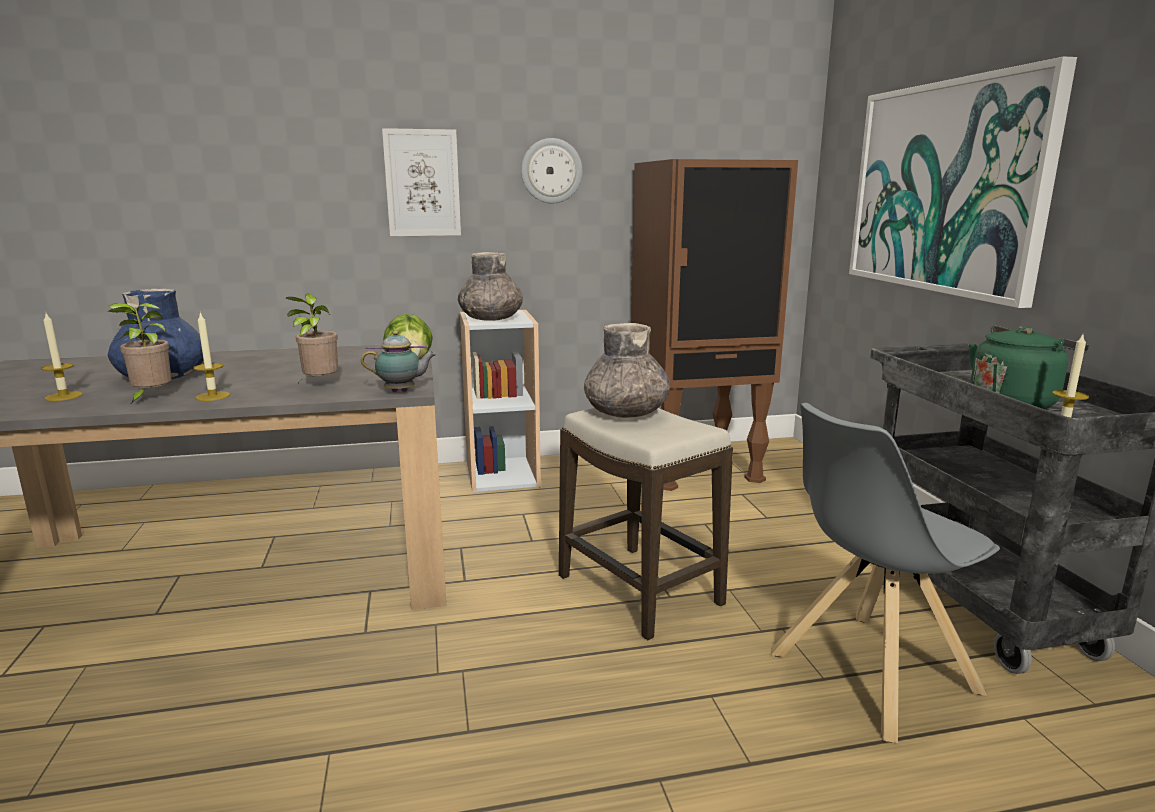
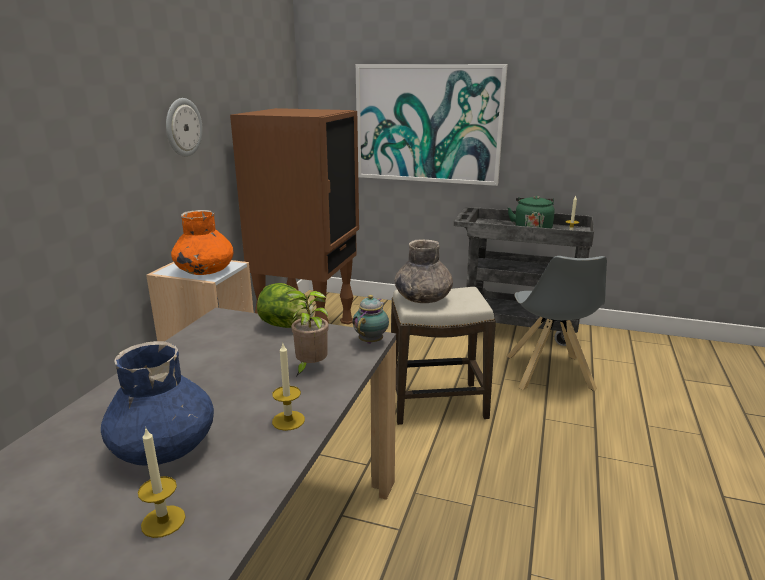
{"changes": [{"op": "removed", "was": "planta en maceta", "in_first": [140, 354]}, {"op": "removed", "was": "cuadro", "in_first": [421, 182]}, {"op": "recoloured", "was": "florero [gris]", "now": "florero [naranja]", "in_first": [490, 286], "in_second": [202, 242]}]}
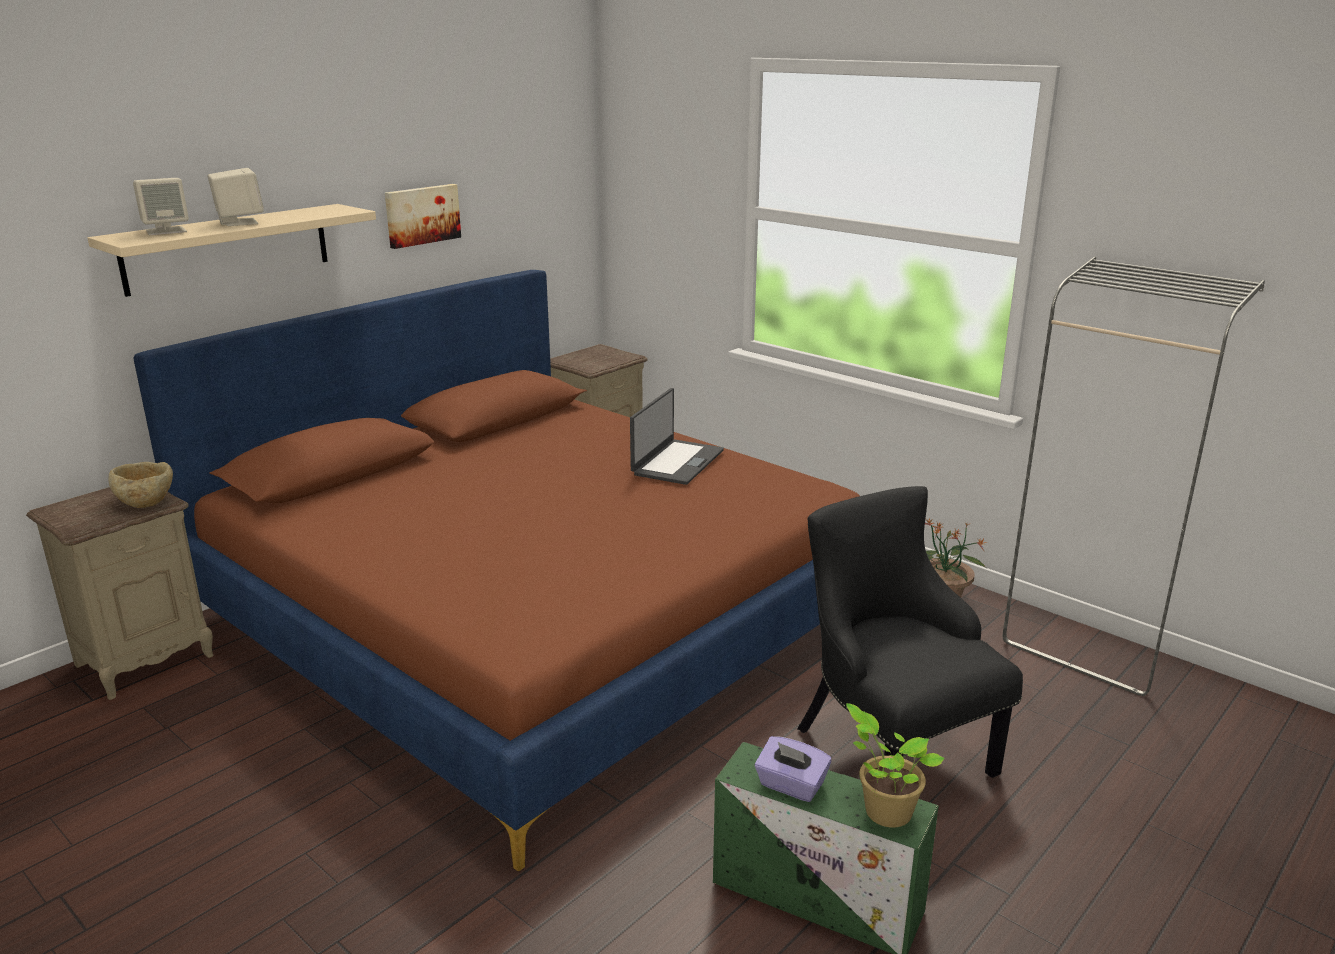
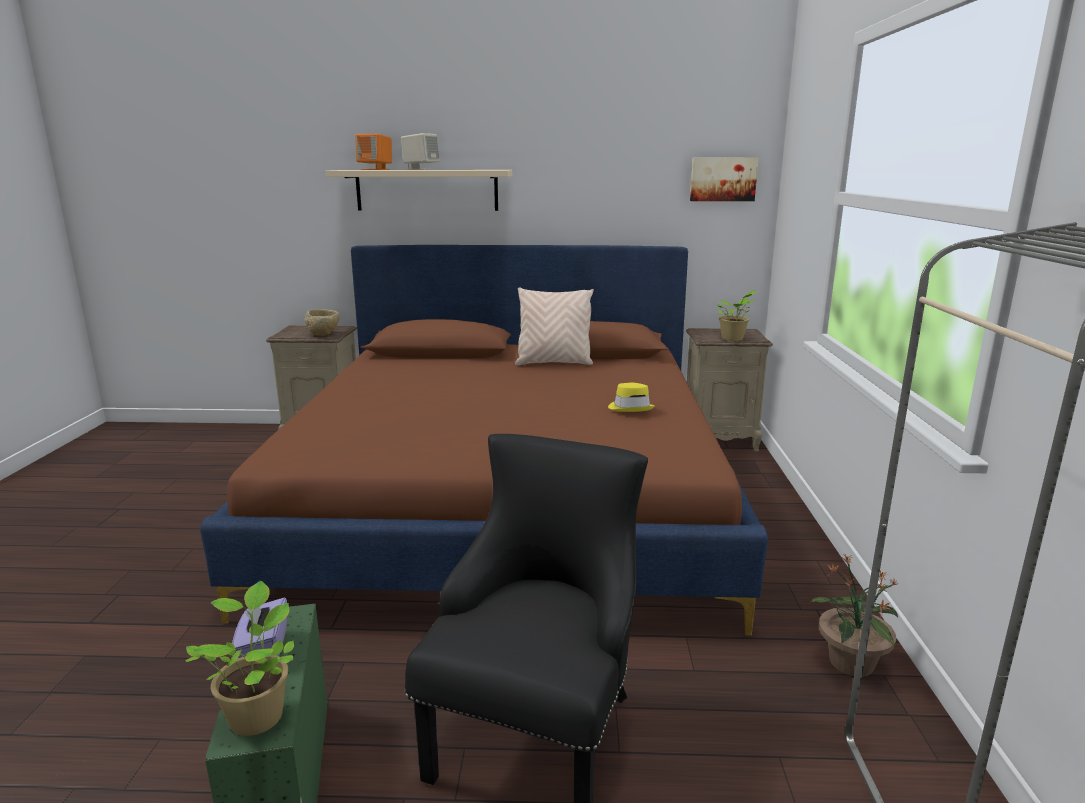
{"changes": [{"op": "recoloured", "was": "altavoz [beis]", "now": "altavoz [naranja]", "in_first": [161, 206], "in_second": [373, 152]}, {"op": "moved", "was": "cuadro", "in_first": [423, 216], "in_second": [724, 179]}, {"op": "replaced", "was": "portátil", "now": "sombrero [amarillo]", "in_first": [677, 436], "in_second": [631, 397]}, {"op": "added", "now": "cojín [beis]", "in_second": [554, 326]}, {"op": "added", "now": "planta en maceta", "in_second": [735, 315]}]}
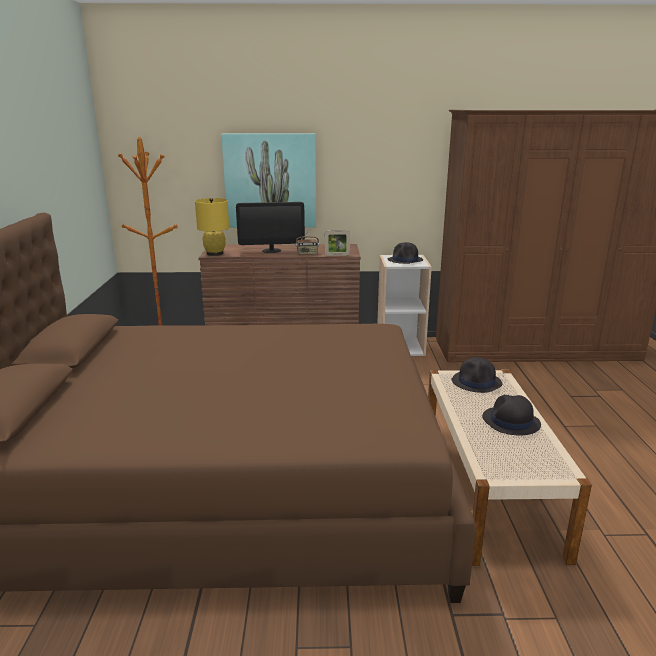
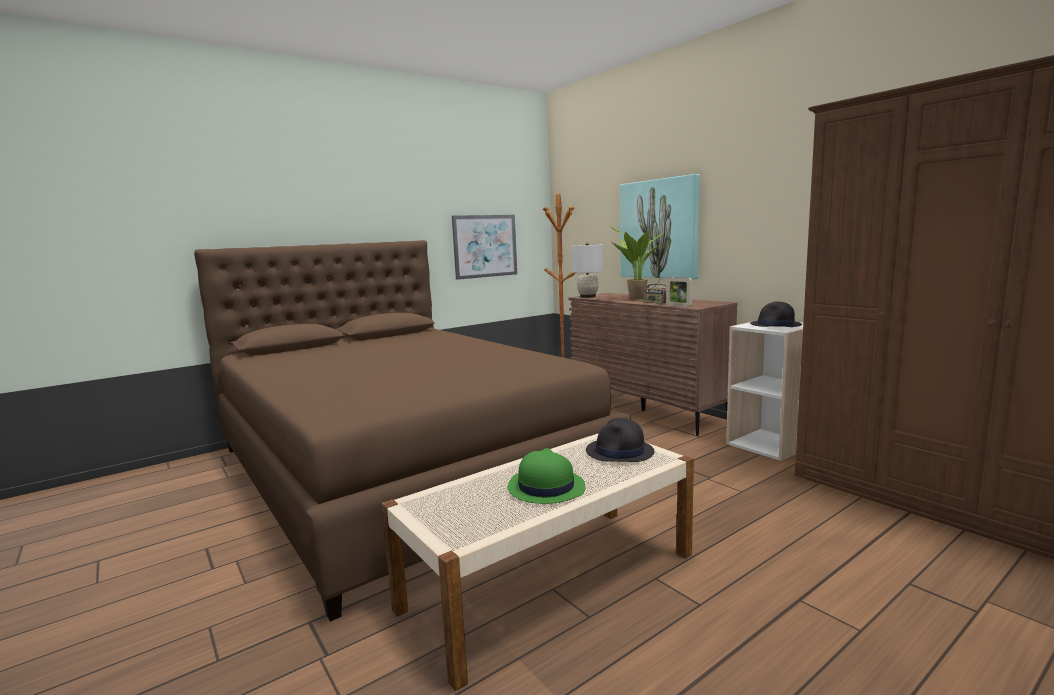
{"changes": [{"op": "recoloured", "was": "lámpara de mesa [amarillo]", "now": "lámpara de mesa [blanco]", "in_first": [212, 227], "in_second": [587, 270]}, {"op": "replaced", "was": "monitor", "now": "planta en maceta", "in_first": [270, 227], "in_second": [639, 262]}, {"op": "recoloured", "was": "sombrero [negro]", "now": "sombrero [verde]", "in_first": [511, 415], "in_second": [546, 476]}, {"op": "added", "now": "cuadro", "in_second": [484, 247]}]}
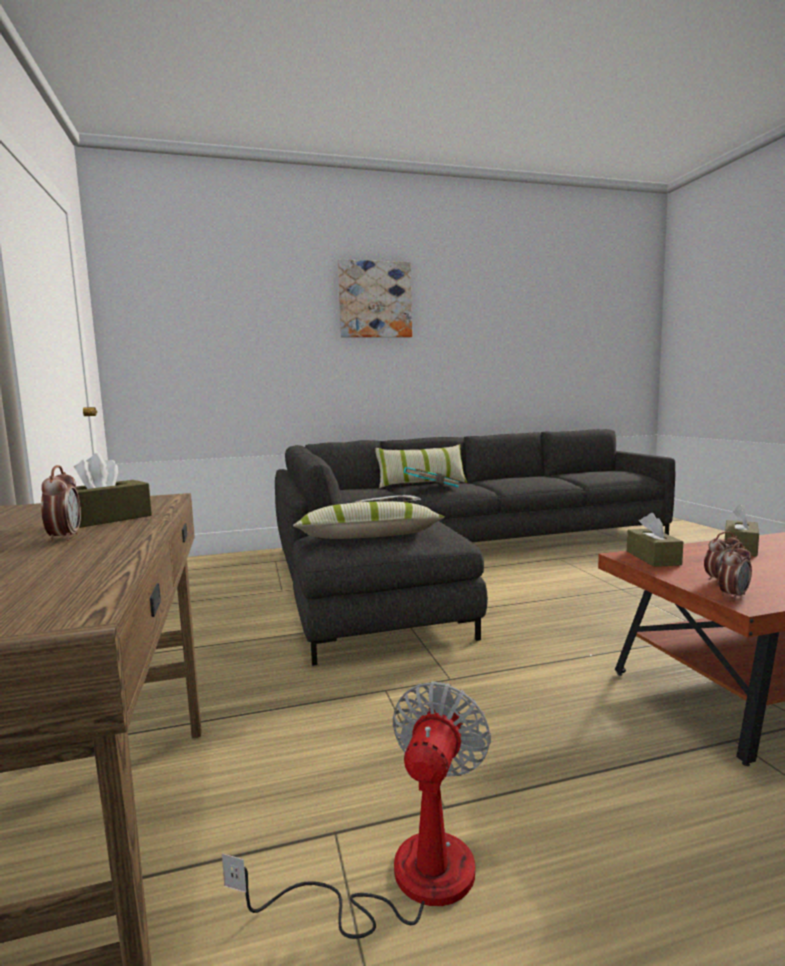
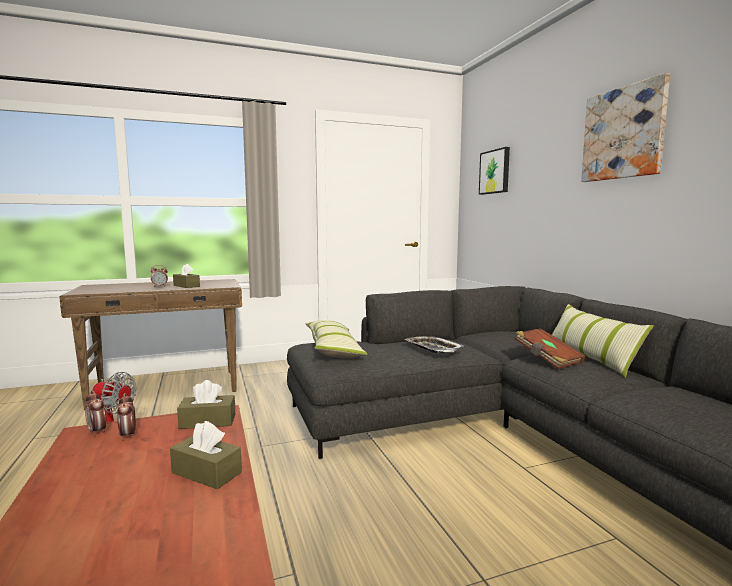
{"changes": [{"op": "recoloured", "was": "libro [turquesa]", "now": "libro [marrón]", "in_first": [432, 477], "in_second": [550, 348]}, {"op": "added", "now": "cuadro", "in_second": [494, 171]}]}
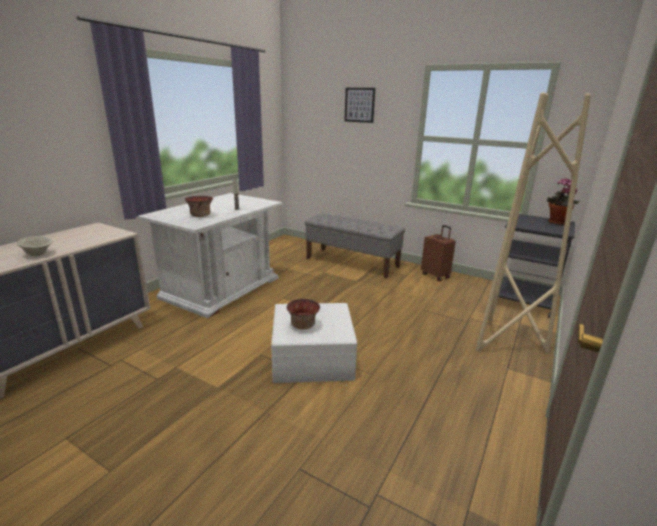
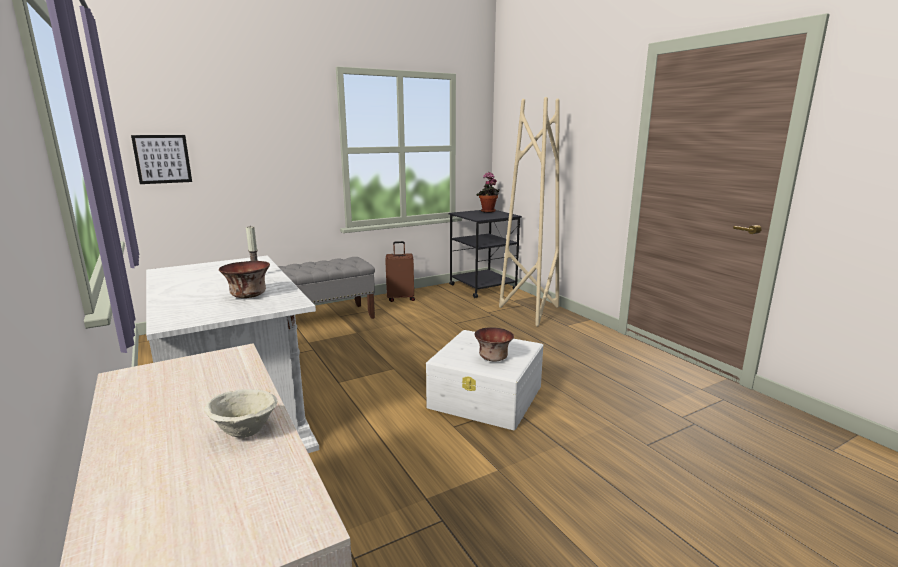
{"changes": [{"op": "moved", "was": "cuadro", "in_first": [359, 105], "in_second": [161, 159]}]}
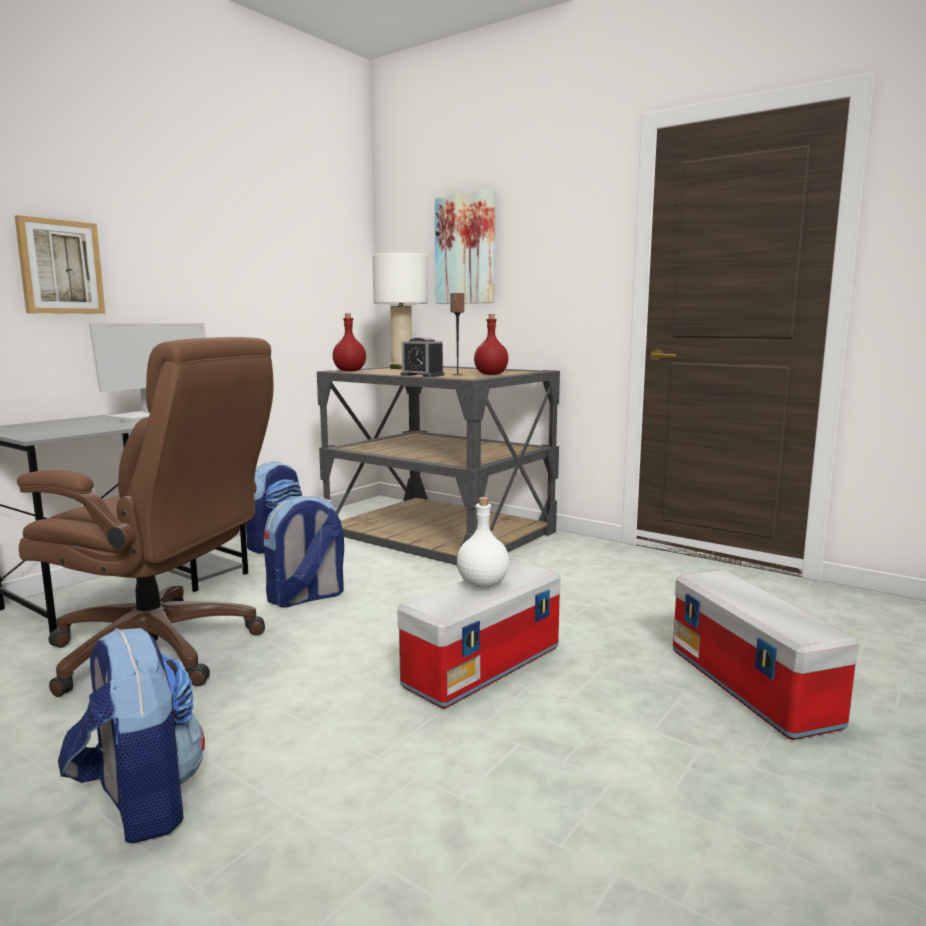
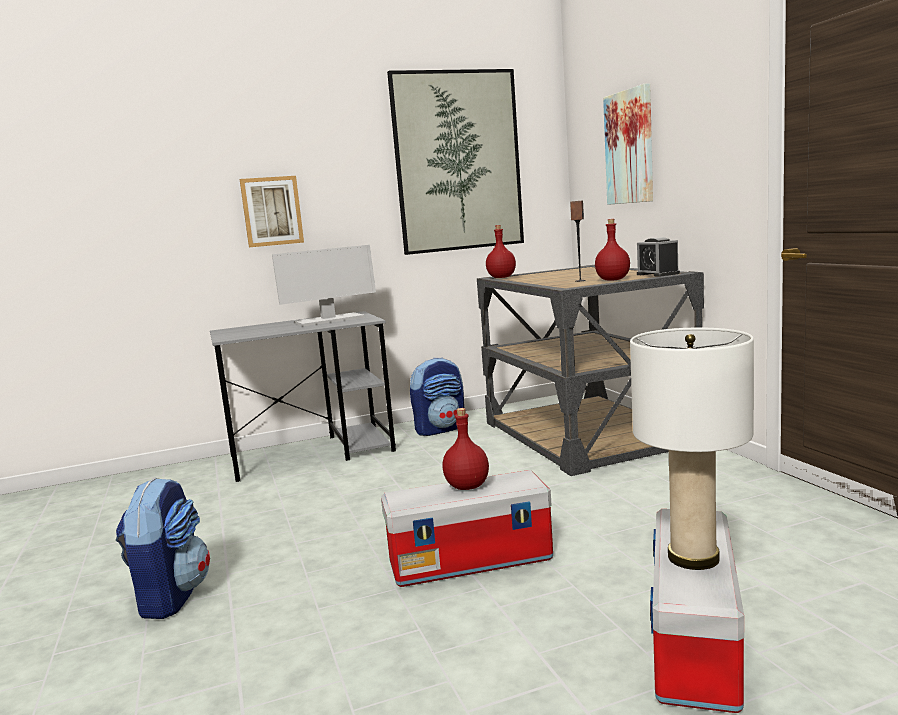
{"changes": [{"op": "removed", "was": "silla de oficina [marrón]", "in_first": [145, 517]}, {"op": "removed", "was": "mochila", "in_first": [304, 552]}, {"op": "moved", "was": "lámpara de mesa [blanco]", "in_first": [400, 311], "in_second": [692, 449]}, {"op": "moved", "was": "despertador", "in_first": [422, 357], "in_second": [658, 257]}, {"op": "recoloured", "was": "botella [blanco]", "now": "botella [rojo]", "in_first": [483, 542], "in_second": [466, 449]}, {"op": "added", "now": "cuadro", "in_second": [455, 162]}]}
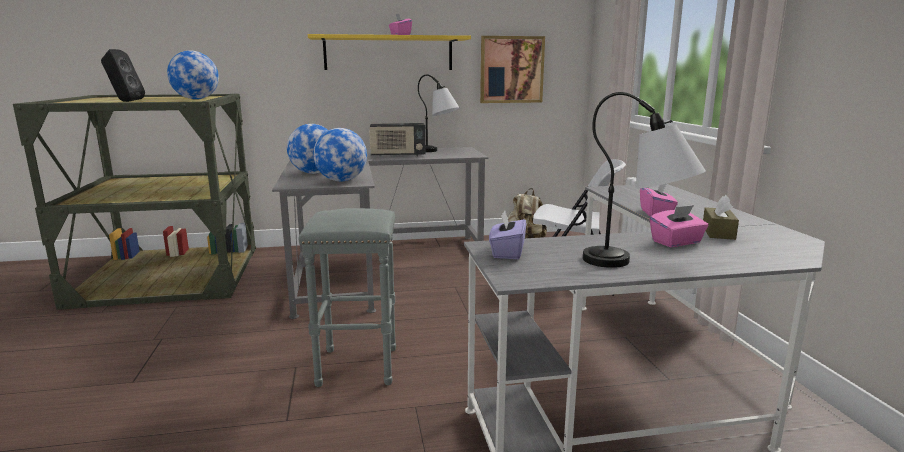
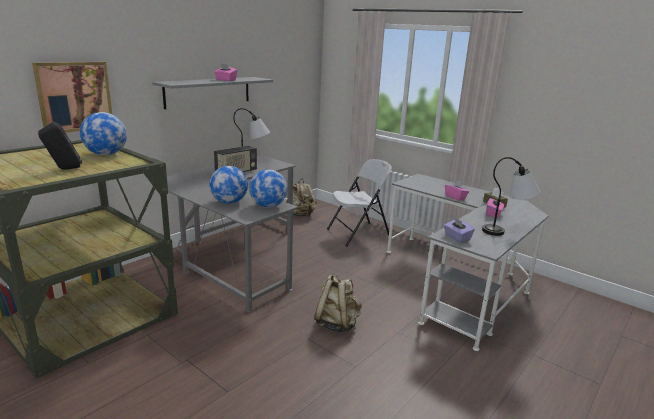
{"changes": [{"op": "replaced", "was": "taburete [gris]", "now": "mochila [beis]", "in_first": [347, 297], "in_second": [338, 303]}, {"op": "recoloured", "was": "estante [amarillo]", "now": "estante [gris]", "in_first": [389, 52], "in_second": [212, 93]}, {"op": "moved", "was": "cuadro", "in_first": [512, 69], "in_second": [72, 97]}]}
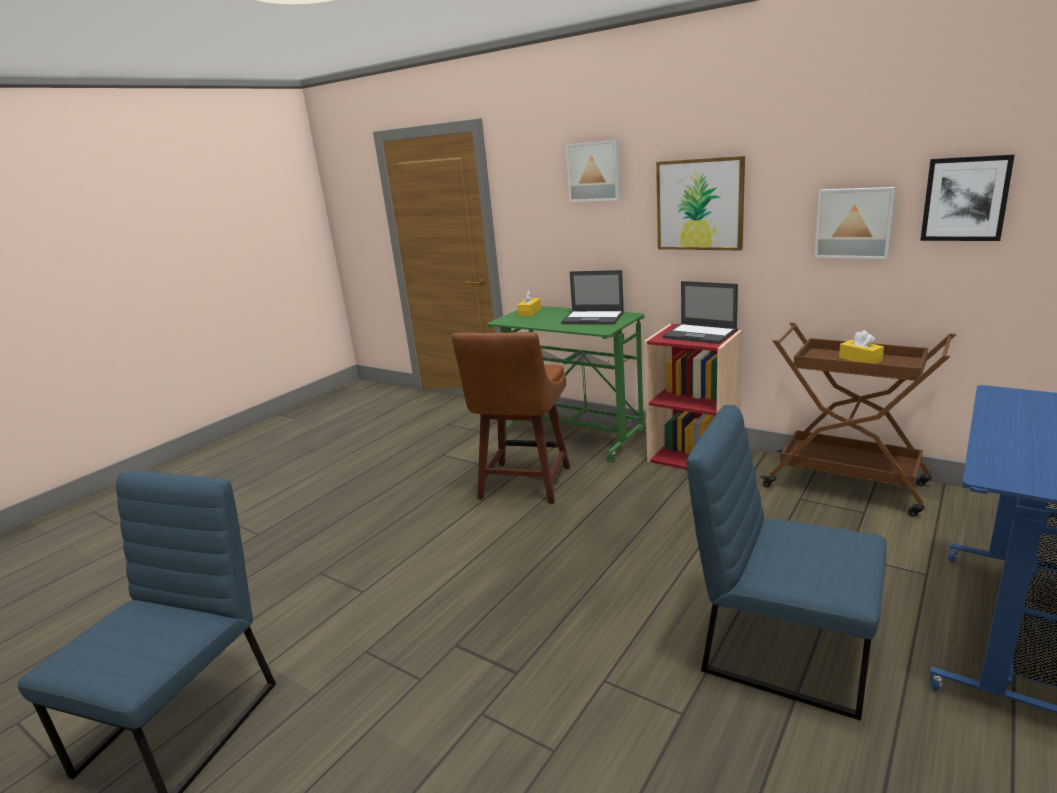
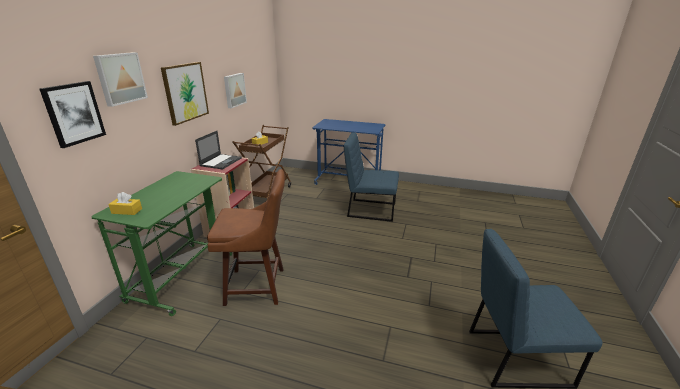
{"changes": [{"op": "removed", "was": "portátil", "in_first": [592, 297]}, {"op": "turned", "was": "silla [azul]", "in_first": [786, 563], "in_second": [371, 177], "clockwise": 90}, {"op": "moved", "was": "cuadro", "in_first": [967, 197], "in_second": [72, 114]}]}
